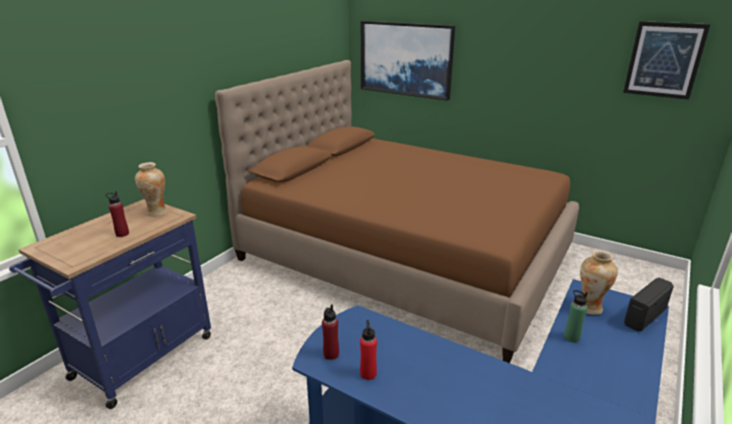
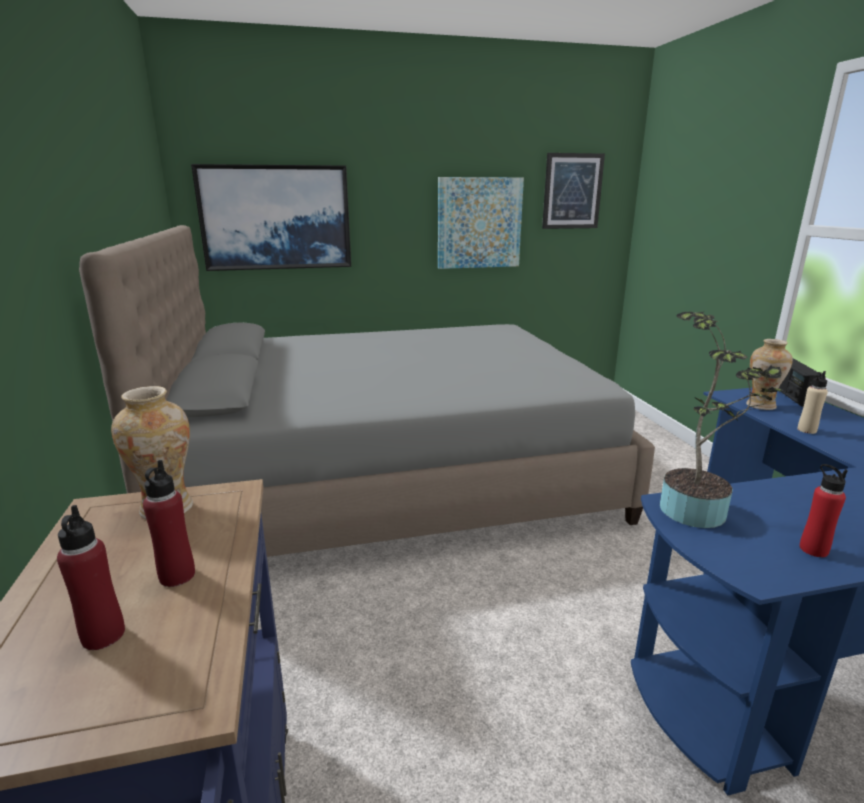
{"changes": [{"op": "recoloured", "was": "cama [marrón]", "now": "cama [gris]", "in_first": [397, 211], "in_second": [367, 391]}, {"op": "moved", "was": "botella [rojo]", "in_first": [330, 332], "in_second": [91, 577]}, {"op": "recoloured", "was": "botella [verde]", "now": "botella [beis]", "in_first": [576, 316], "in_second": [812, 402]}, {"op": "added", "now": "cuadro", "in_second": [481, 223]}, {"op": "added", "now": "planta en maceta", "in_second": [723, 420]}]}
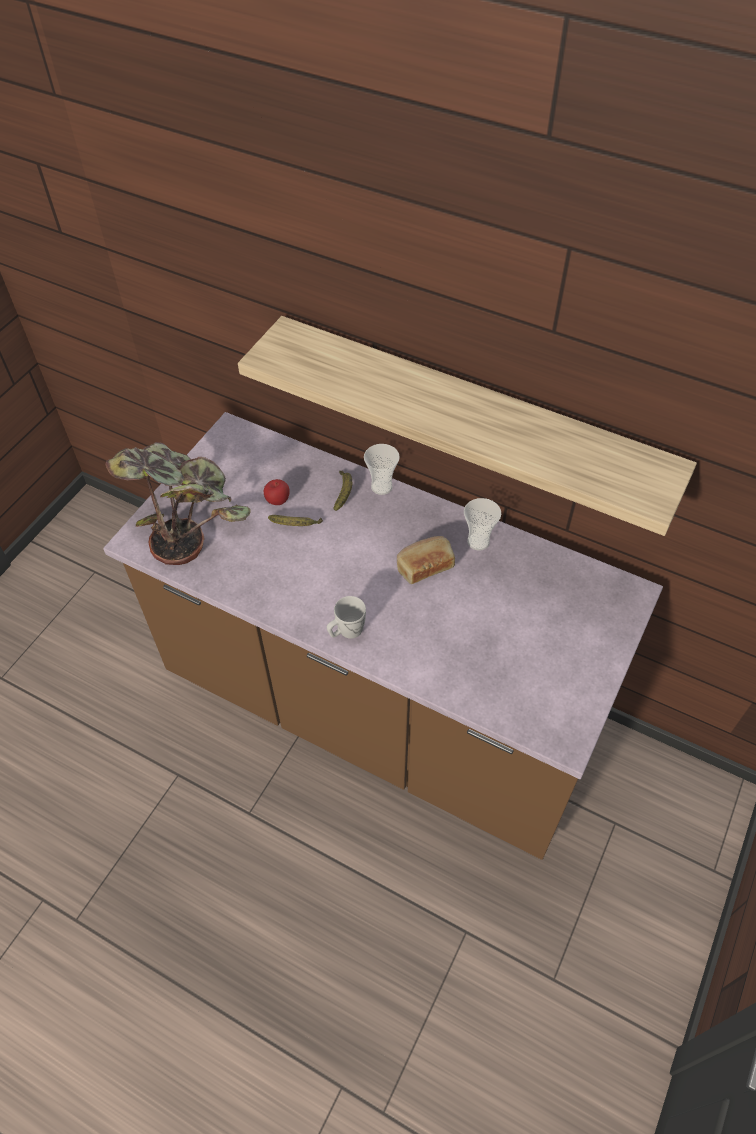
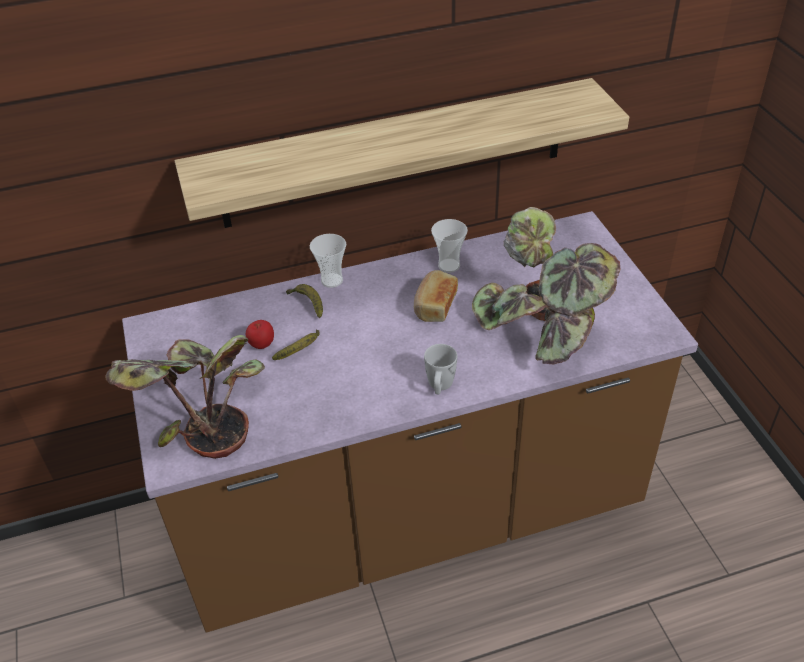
{"changes": [{"op": "added", "now": "planta en maceta", "in_second": [546, 285]}]}
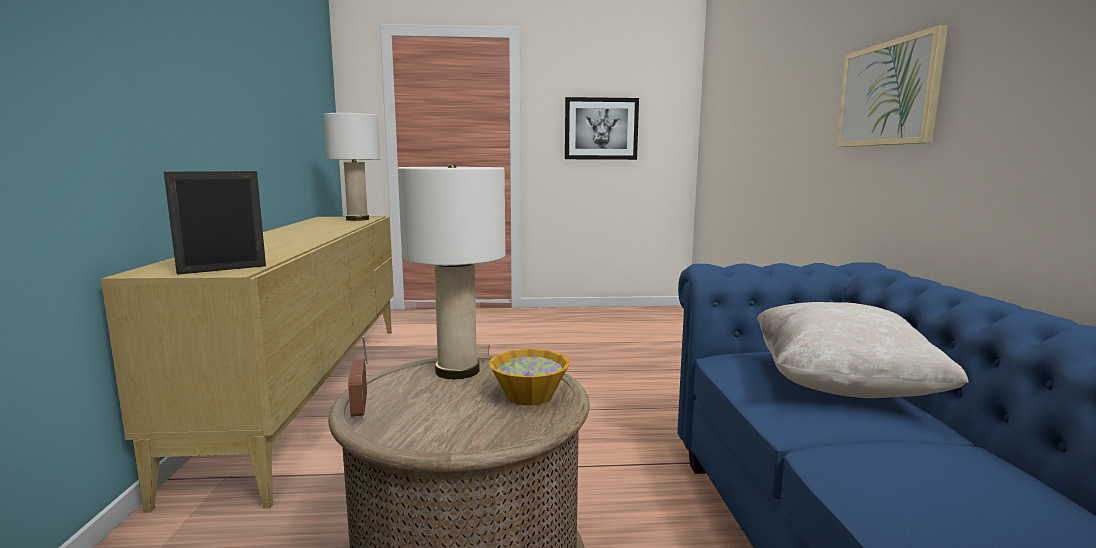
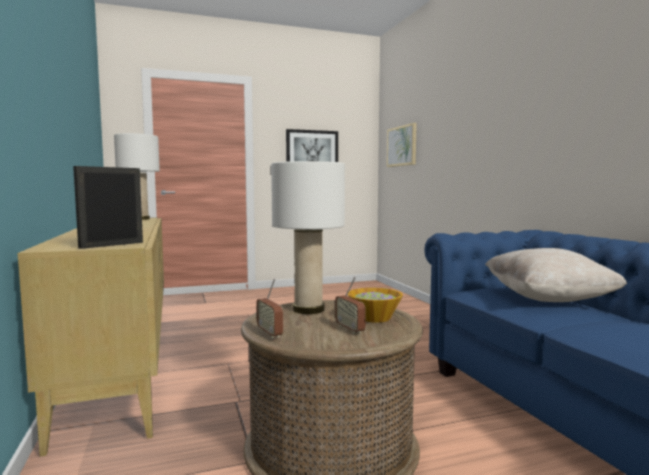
{"changes": [{"op": "moved", "was": "cuadro", "in_first": [892, 86], "in_second": [402, 145]}, {"op": "added", "now": "radio", "in_second": [350, 305]}]}
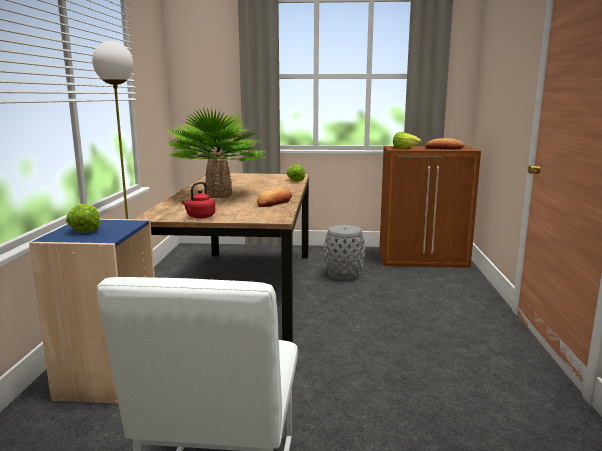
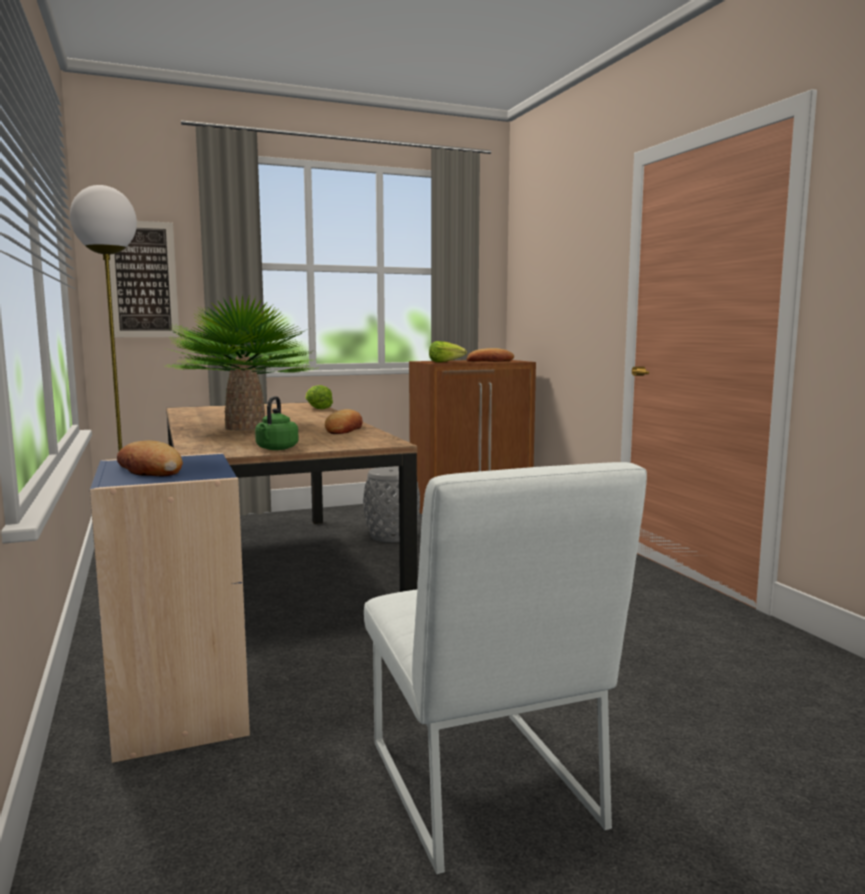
{"changes": [{"op": "replaced", "was": "lechuga", "now": "pan", "in_first": [83, 218], "in_second": [150, 458]}, {"op": "recoloured", "was": "hervidor [rojo]", "now": "hervidor [verde]", "in_first": [198, 200], "in_second": [277, 423]}, {"op": "added", "now": "cuadro", "in_second": [144, 279]}]}
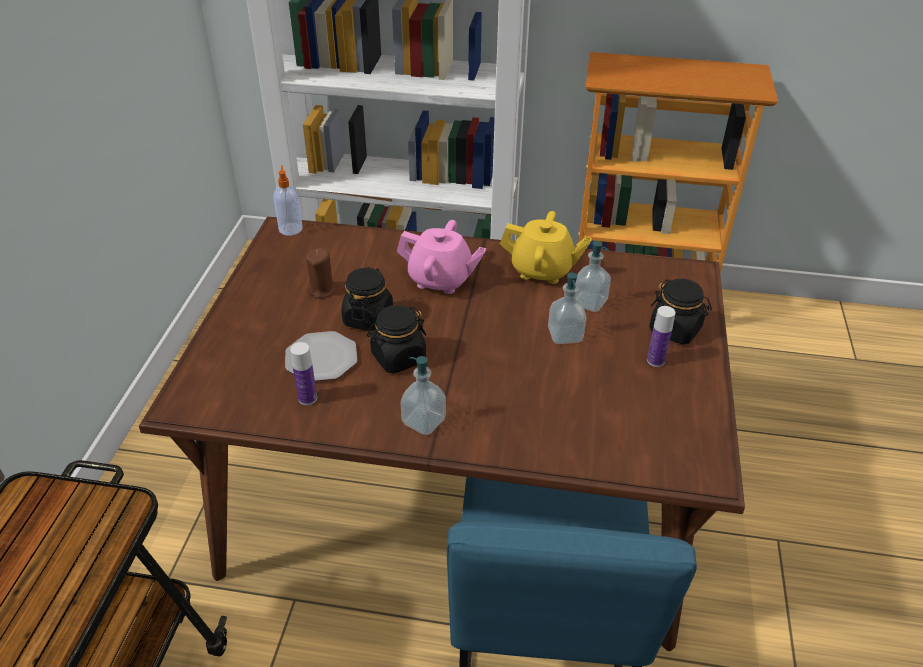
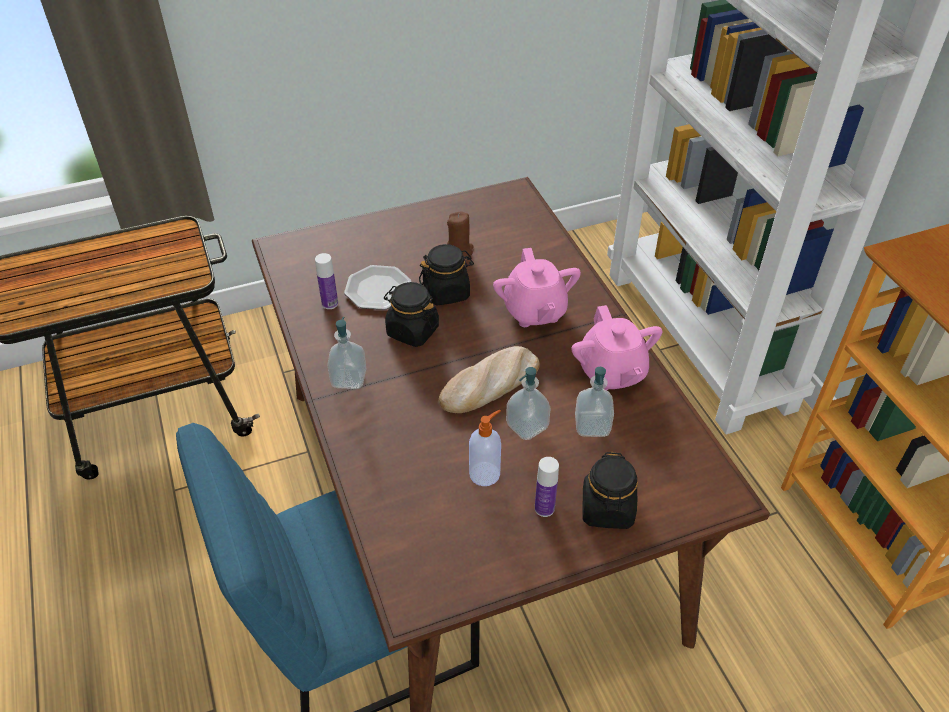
{"changes": [{"op": "moved", "was": "dispensador de jabón", "in_first": [288, 200], "in_second": [485, 448]}, {"op": "recoloured", "was": "tetera [amarillo]", "now": "tetera [rosa]", "in_first": [546, 247], "in_second": [616, 347]}, {"op": "added", "now": "pan", "in_second": [489, 379]}]}
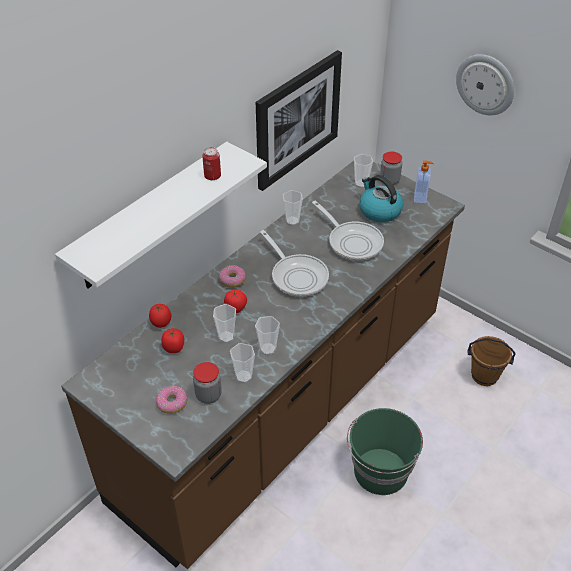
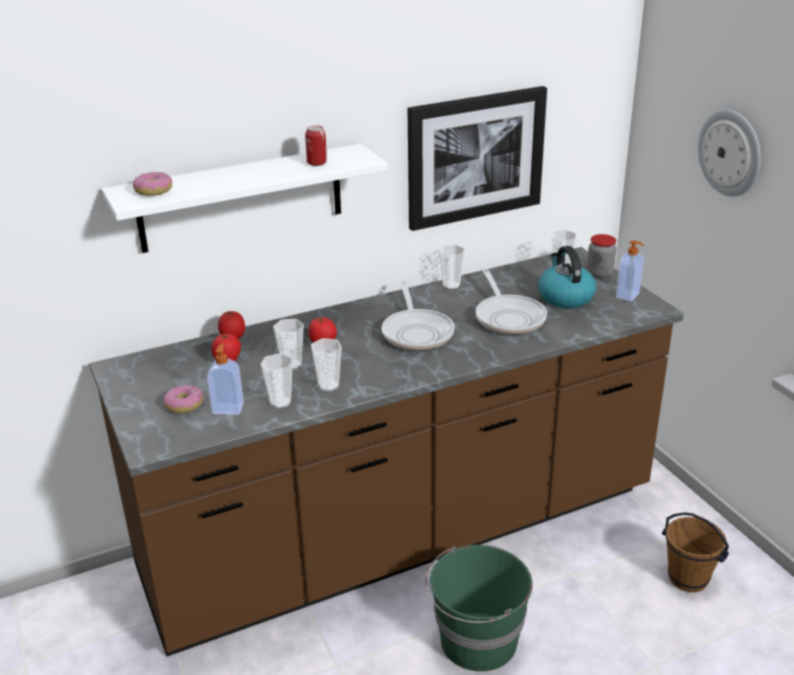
{"changes": [{"op": "replaced", "was": "tarro", "now": "dispensador de jabón", "in_first": [207, 383], "in_second": [225, 379]}, {"op": "moved", "was": "rosquilla", "in_first": [232, 276], "in_second": [152, 183]}]}
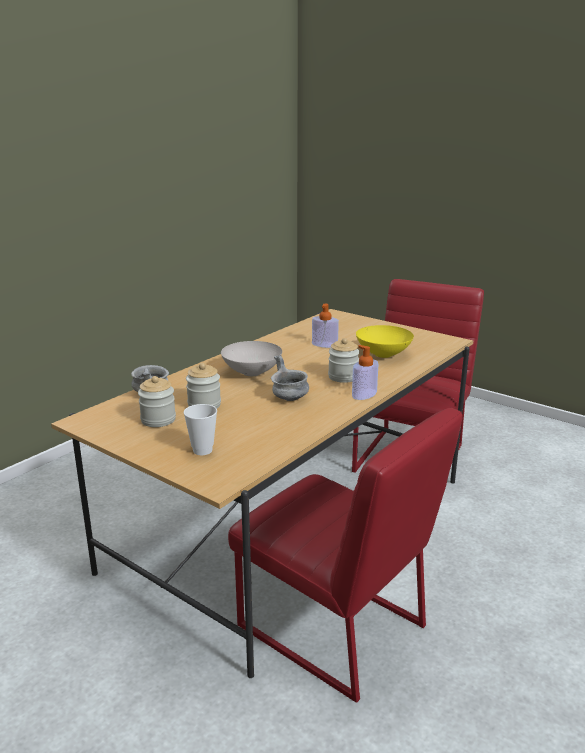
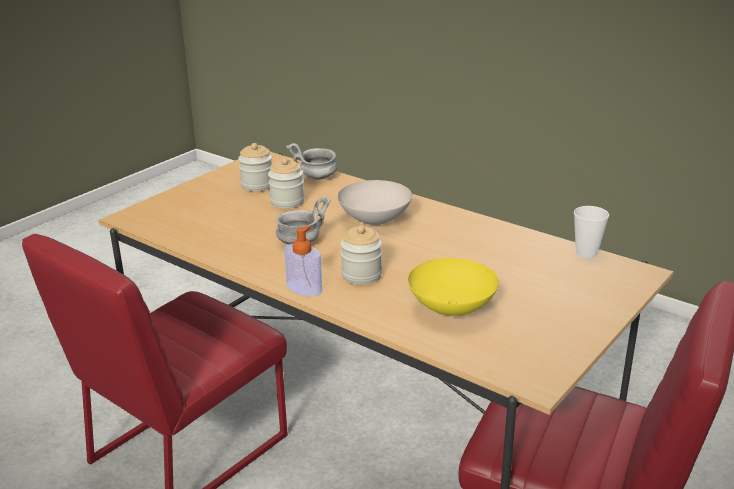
{"changes": [{"op": "moved", "was": "taza", "in_first": [200, 429], "in_second": [591, 232]}, {"op": "removed", "was": "dispensador de jabón", "in_first": [325, 326]}]}
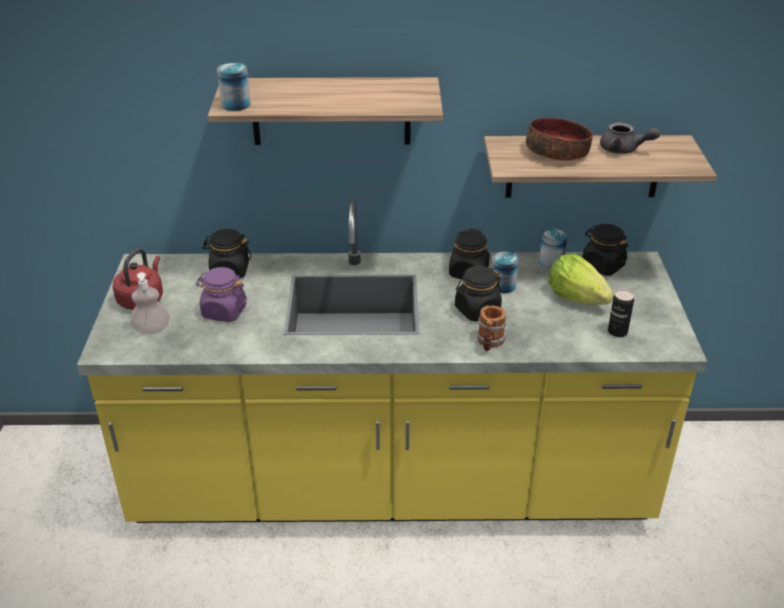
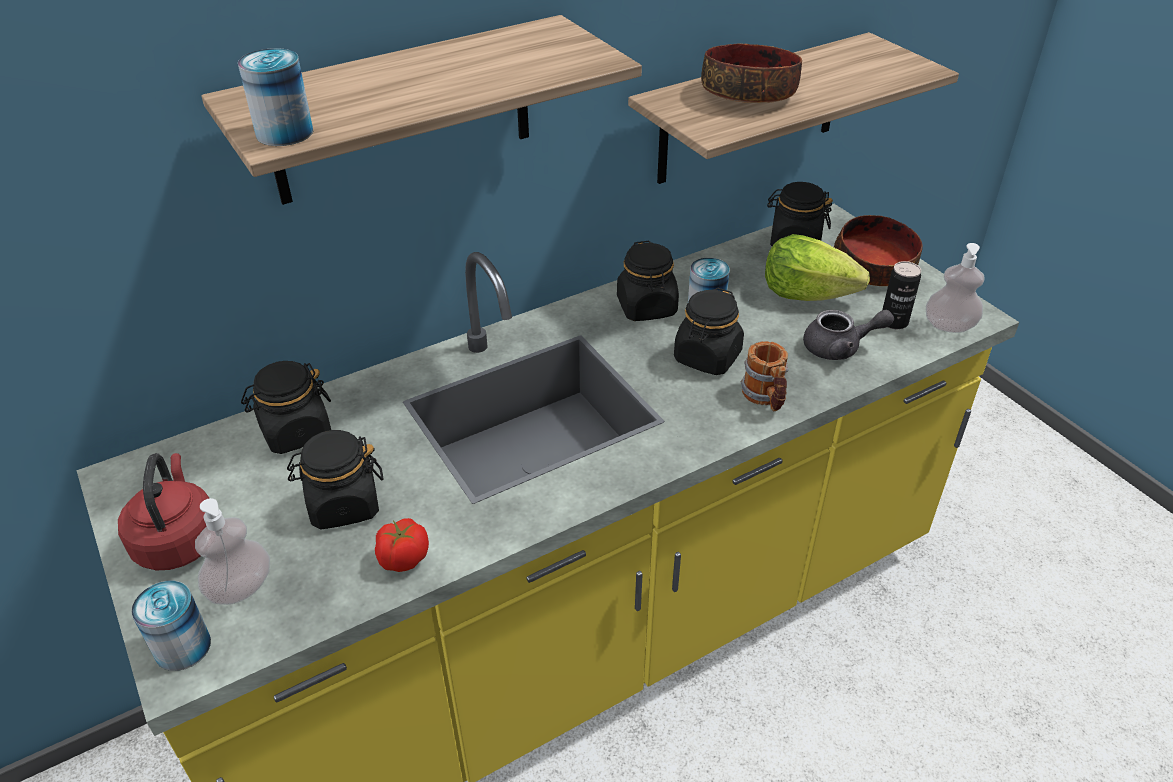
{"changes": [{"op": "recoloured", "was": "tarro [morado]", "now": "tarro [negro]", "in_first": [221, 294], "in_second": [335, 479]}, {"op": "moved", "was": "lata", "in_first": [553, 248], "in_second": [171, 626]}, {"op": "moved", "was": "tetera [gris]", "in_first": [630, 138], "in_second": [848, 335]}, {"op": "added", "now": "tomate", "in_second": [402, 545]}, {"op": "added", "now": "cuenco", "in_second": [878, 250]}, {"op": "added", "now": "dispensador de jabón", "in_second": [955, 288]}]}
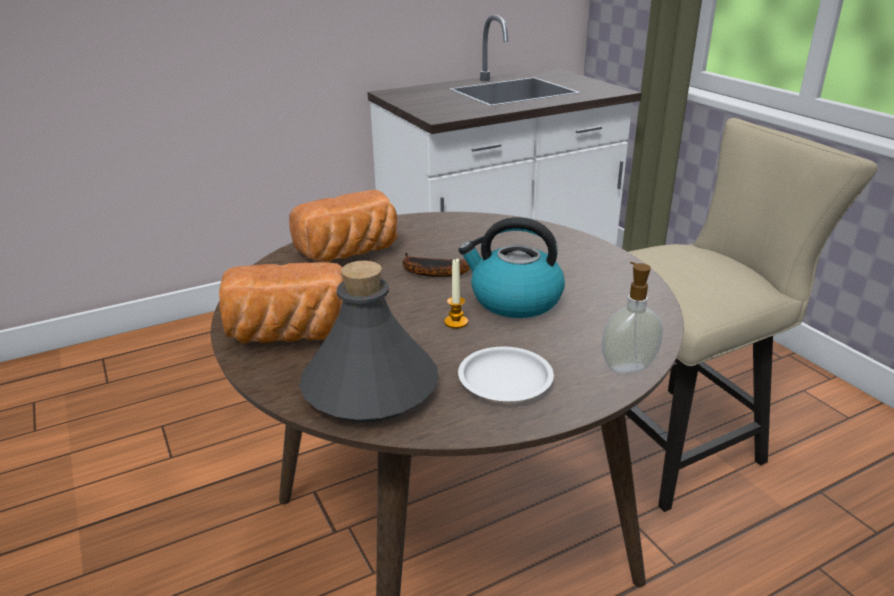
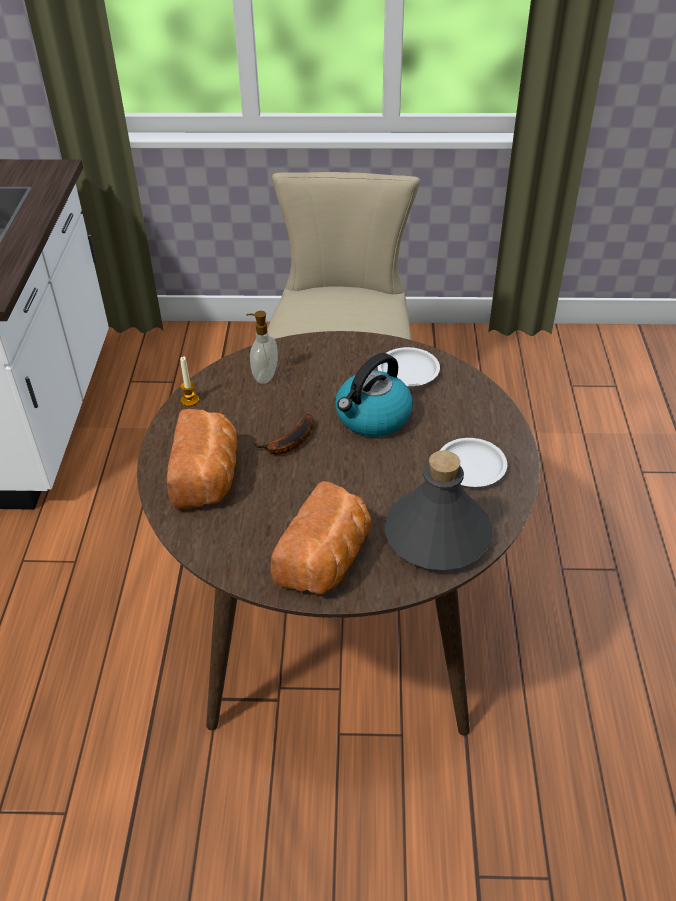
{"changes": [{"op": "moved", "was": "vela", "in_first": [456, 294], "in_second": [189, 381]}, {"op": "moved", "was": "dispensador de jabón", "in_first": [632, 317], "in_second": [262, 347]}, {"op": "added", "now": "plato [blanco]", "in_second": [409, 366]}]}
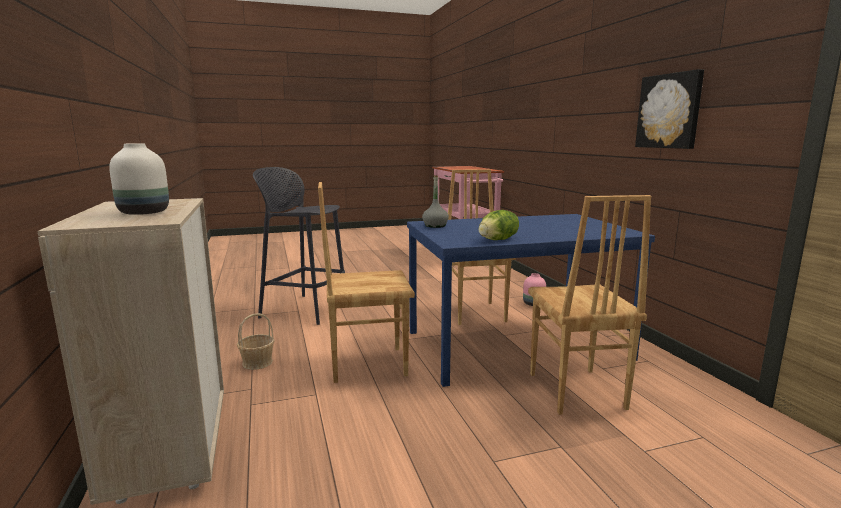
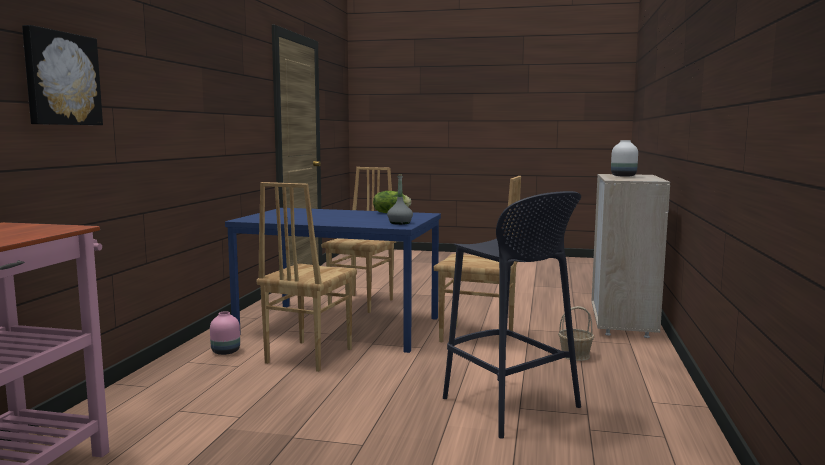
{"changes": [{"op": "moved", "was": "cuadro", "in_first": [669, 109], "in_second": [62, 75]}]}
